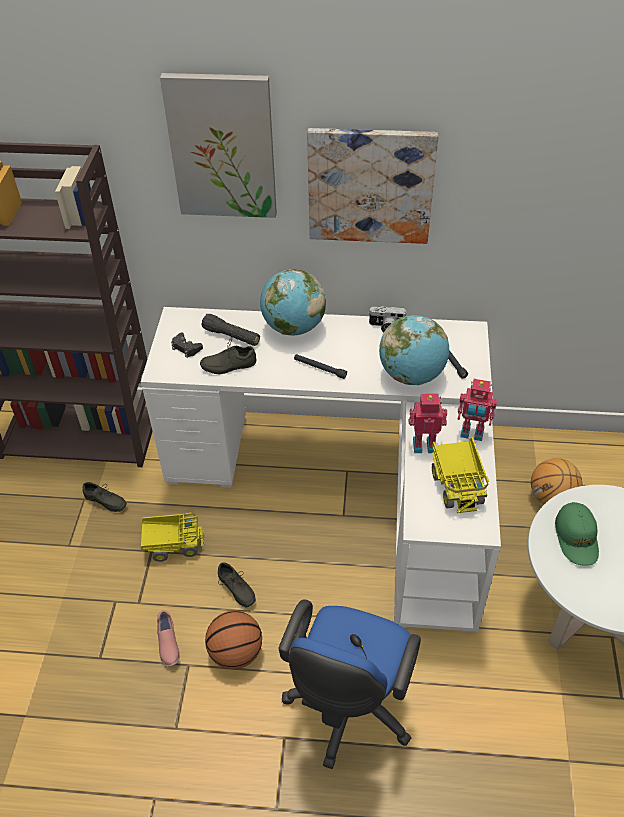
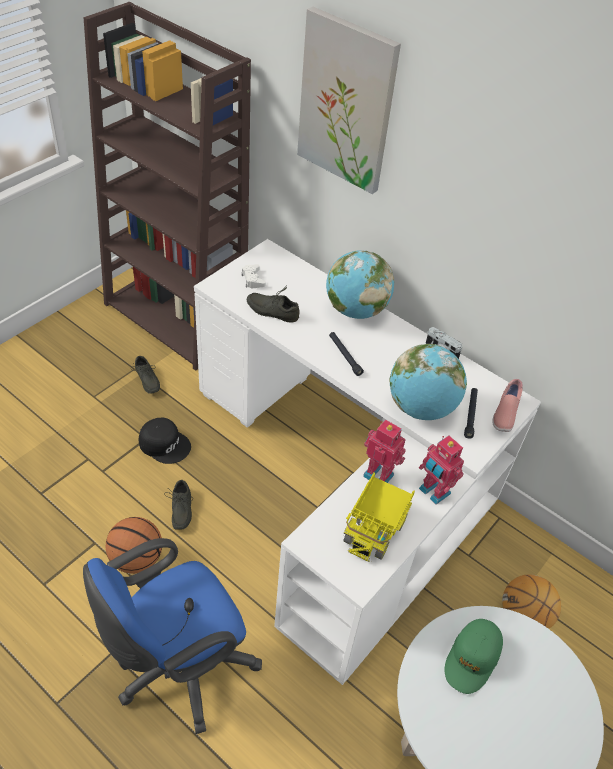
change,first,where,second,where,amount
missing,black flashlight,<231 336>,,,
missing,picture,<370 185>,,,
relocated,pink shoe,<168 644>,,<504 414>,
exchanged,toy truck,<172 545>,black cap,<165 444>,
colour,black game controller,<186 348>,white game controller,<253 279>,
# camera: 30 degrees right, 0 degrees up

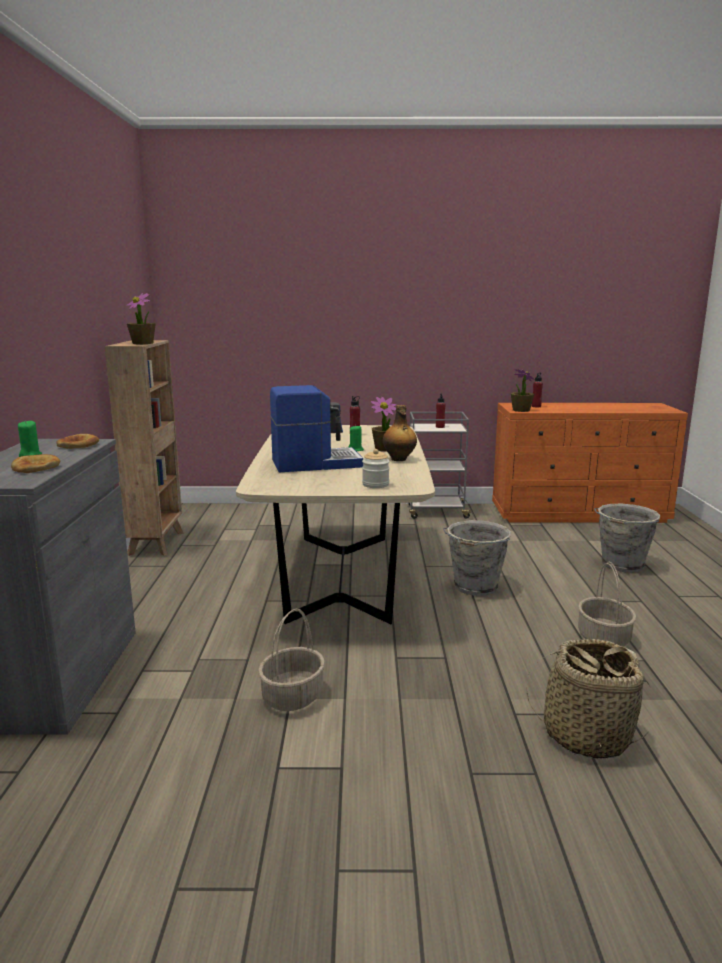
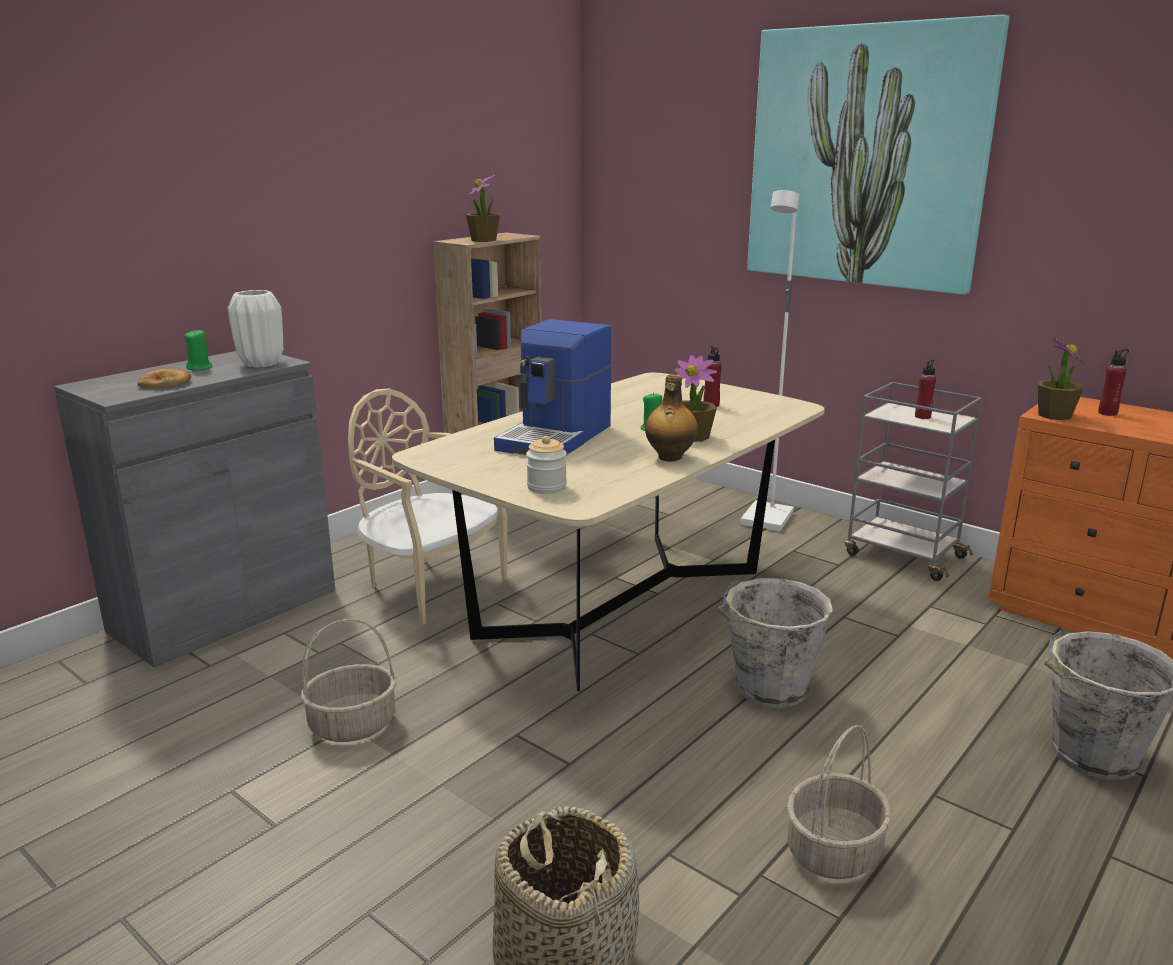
change,first,where,second,where,amount
appeared,,,beige chair,<430 585>,
appeared,,,white floor lamp,<768 519>,
appeared,,,picture,<866 157>,
exchanged,bread,<78 445>,white vase,<261 364>,
spun,coffee machine,<315 463>,,<557 438>,90 degrees clockwise
# camera: 40 degrees right, 5 degrees up

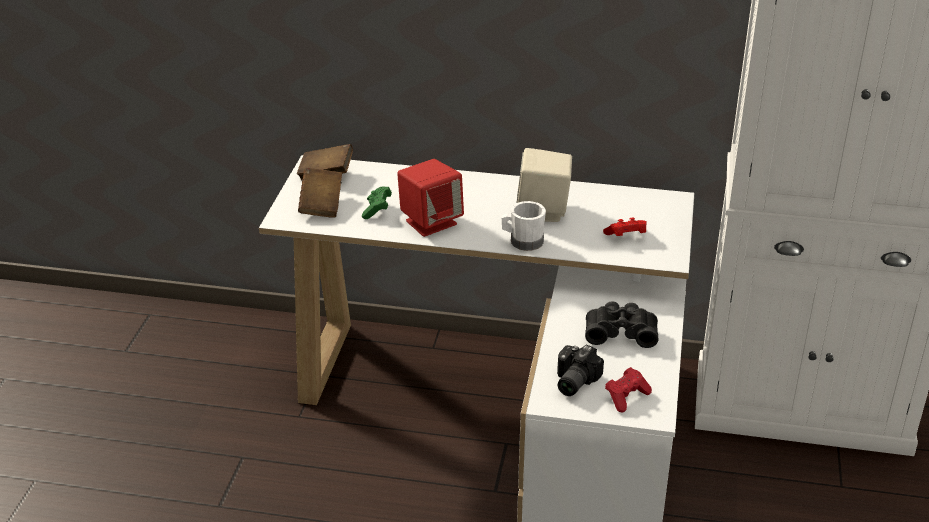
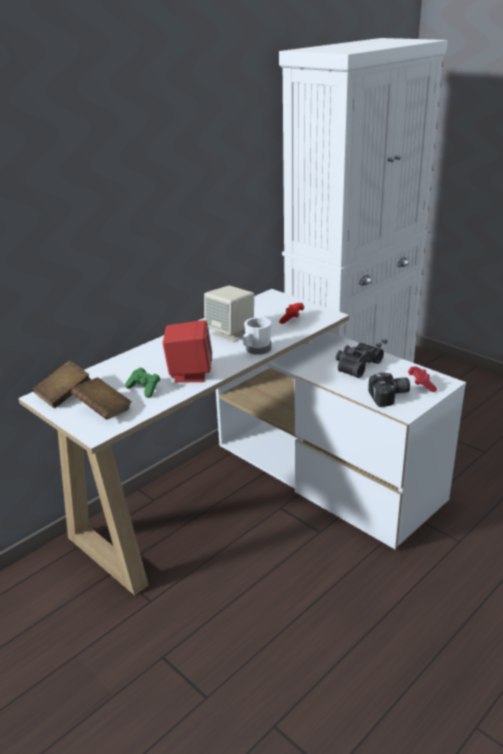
change,first,where,second,where,amount
spun,photo camera,<572 381>,,<390 397>,75 degrees counterclockwise
# camera: 55 degrees left, 5 degrees down

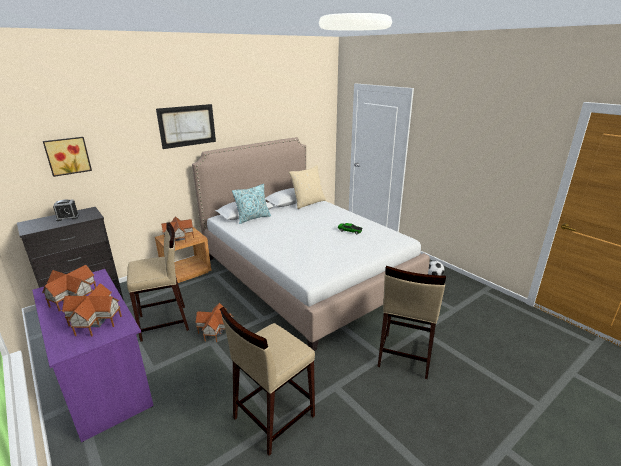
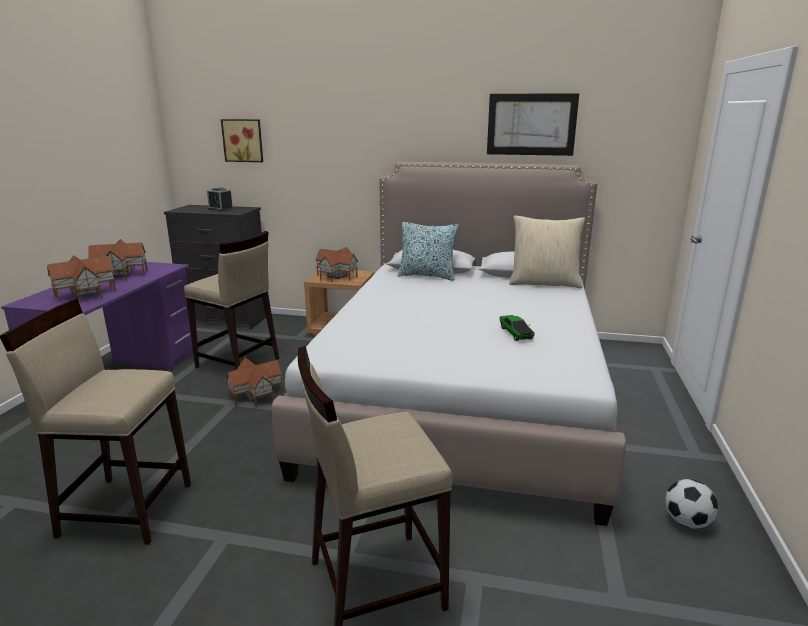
change,first,where,second,where,amount
relocated,picture,<187 126>,,<531 124>,
# camera: 50 degrees right, 5 degrees down

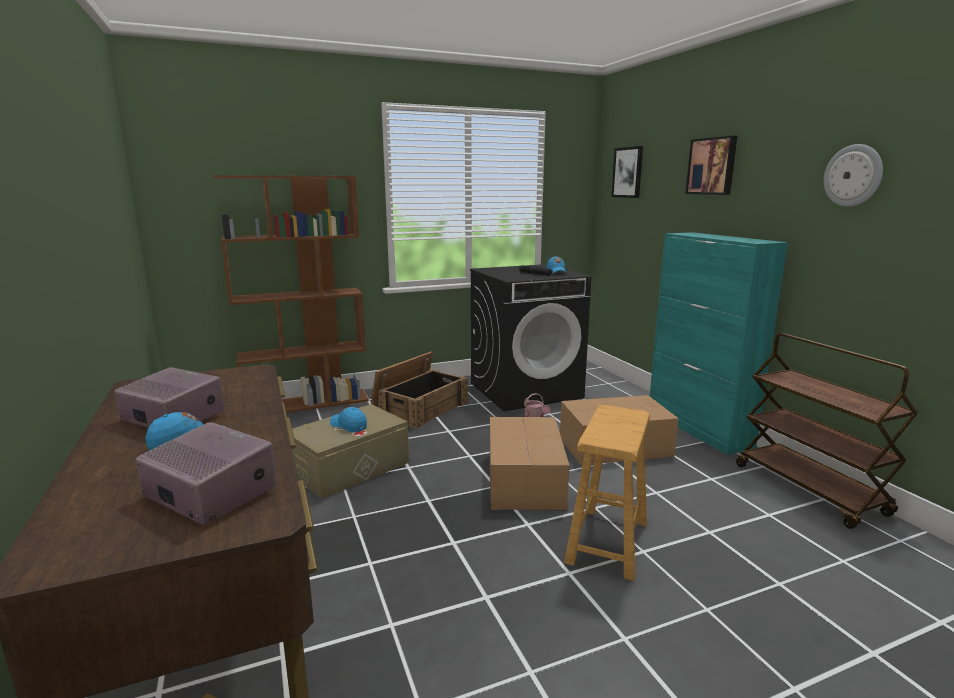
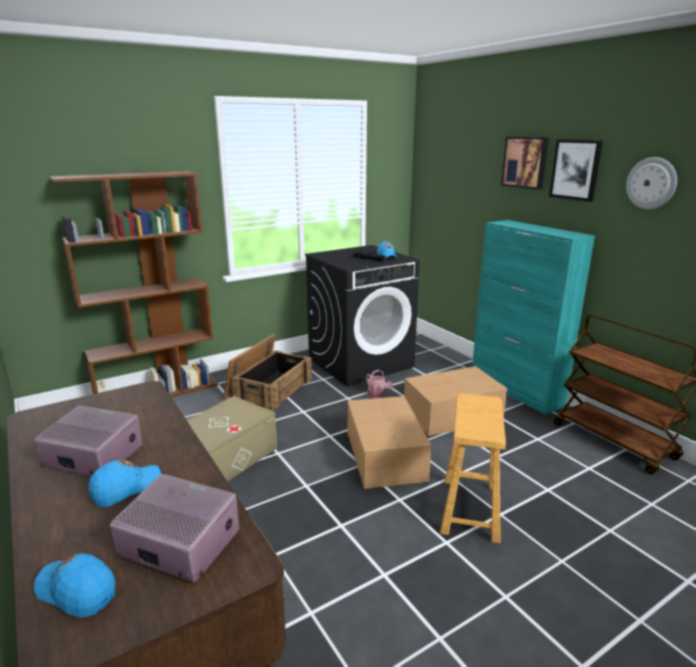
change,first,where,second,where,amount
relocated,blue cap,<349 425>,,<77 591>,
relocated,picture,<628 172>,,<575 169>,
# camera: 10 degrees left, 5 degrees up

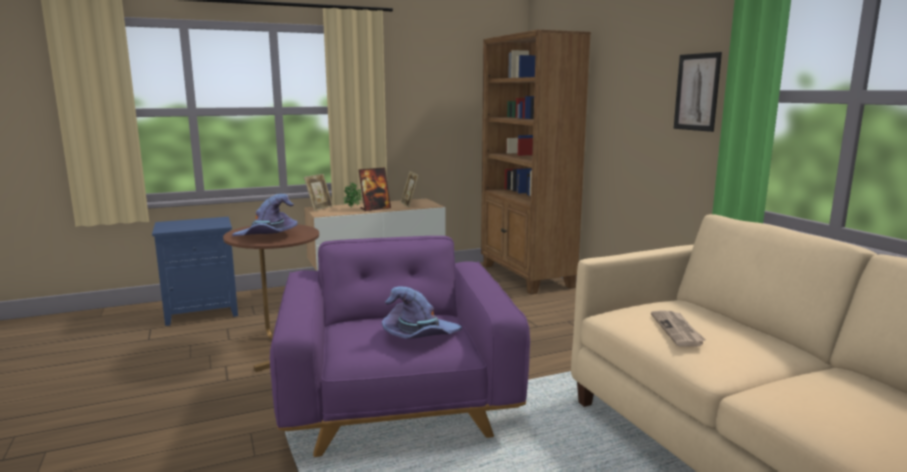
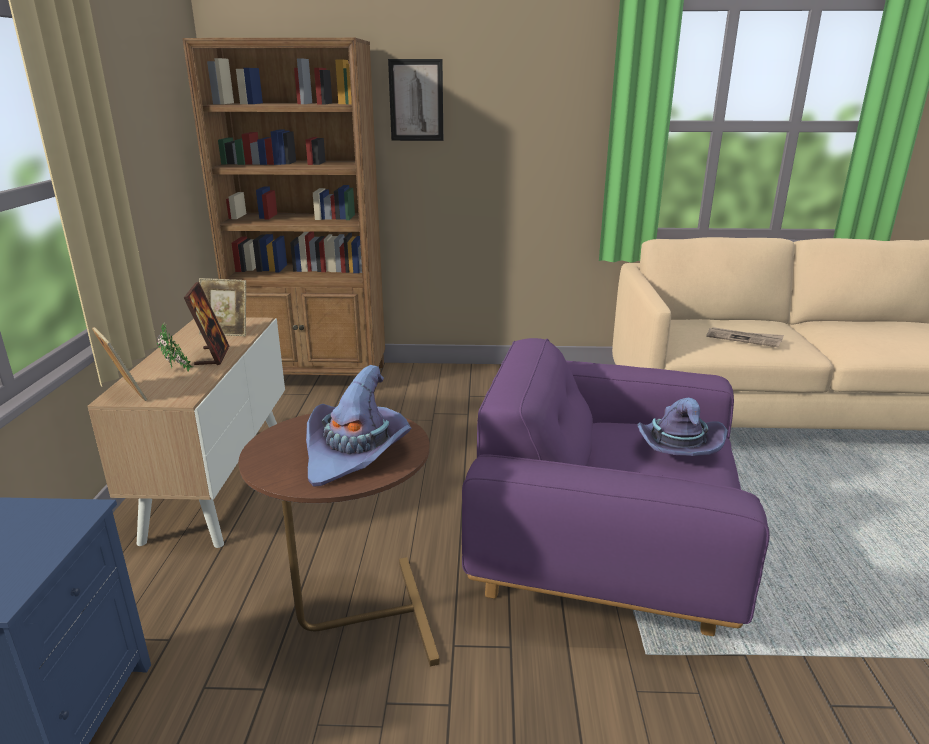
change,first,where,second,where,amount
relocated,picture,<697 92>,,<416 100>,
# camera: 65 degrees left, 10 degrees up

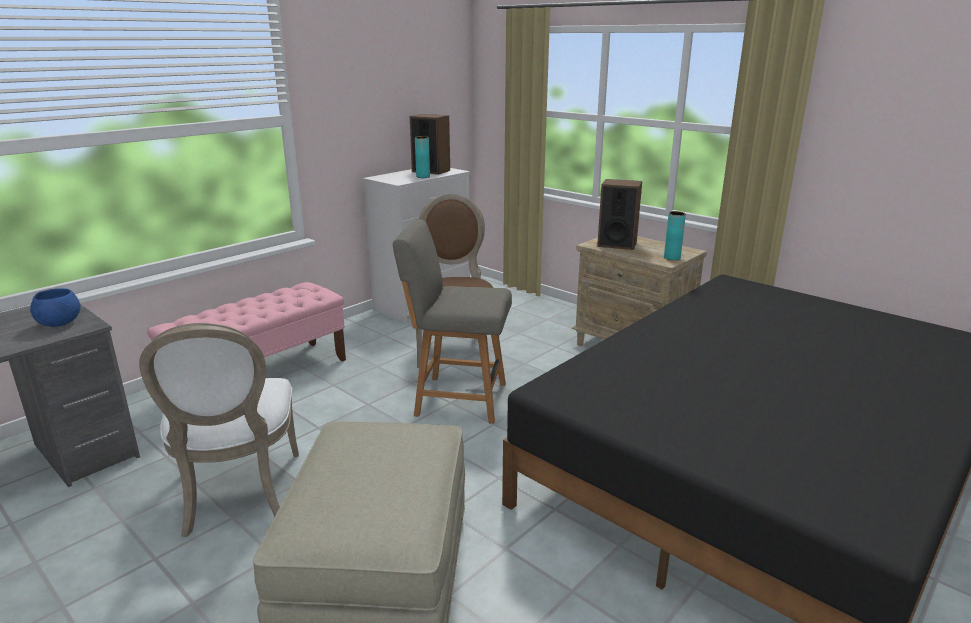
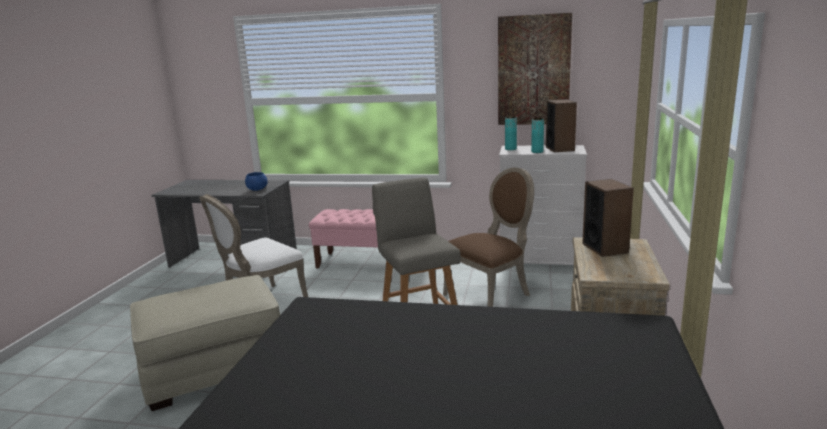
change,first,where,second,where,amount
appeared,,,picture,<533 70>,
relocated,turquoise vase,<672 258>,,<510 149>,
# camera: 60 degrees right, 5 degrees down

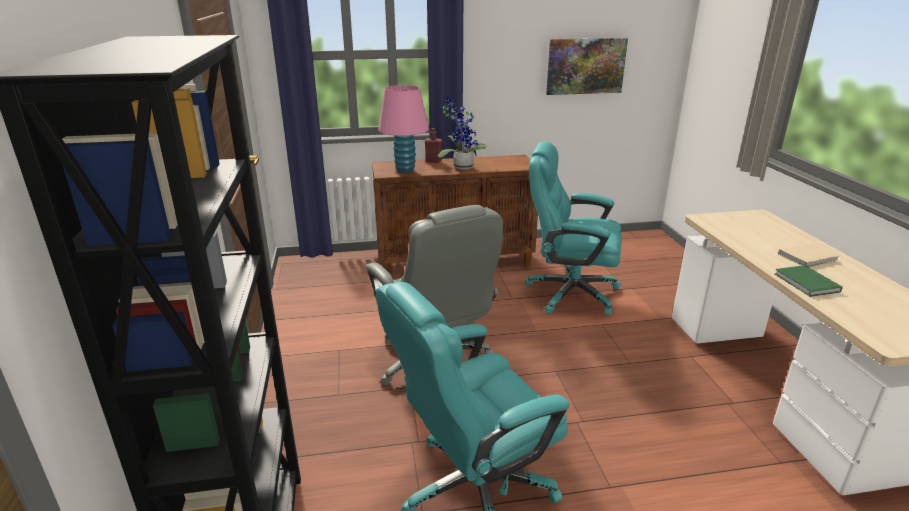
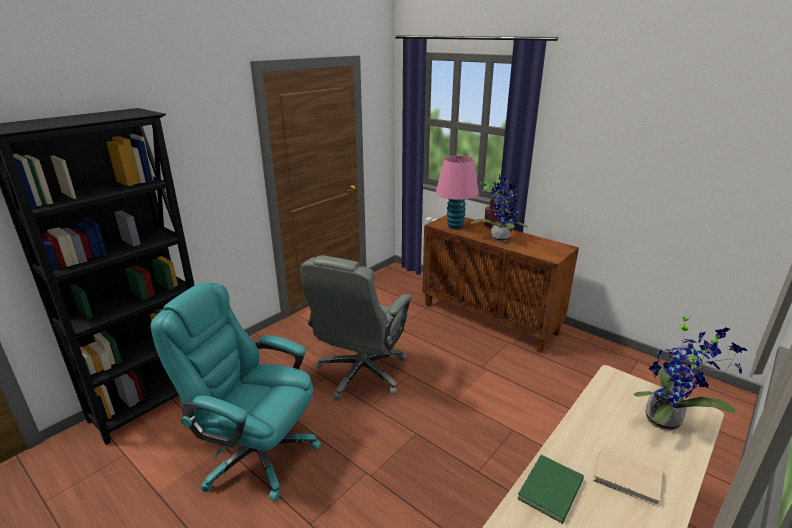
change,first,where,second,where,amount
missing,turquoise office chair,<570 293>,,,
missing,picture,<585 66>,,,
appeared,,,potted plant,<667 421>,
# camera: 50 degrees right, 0 degrees up

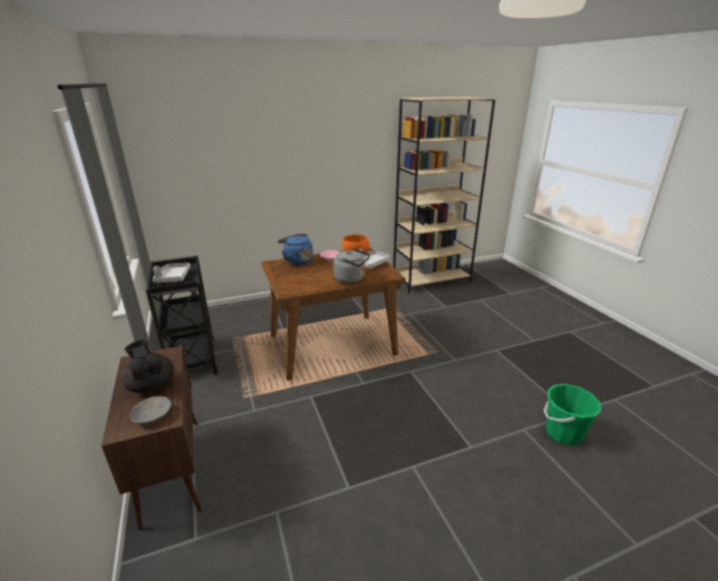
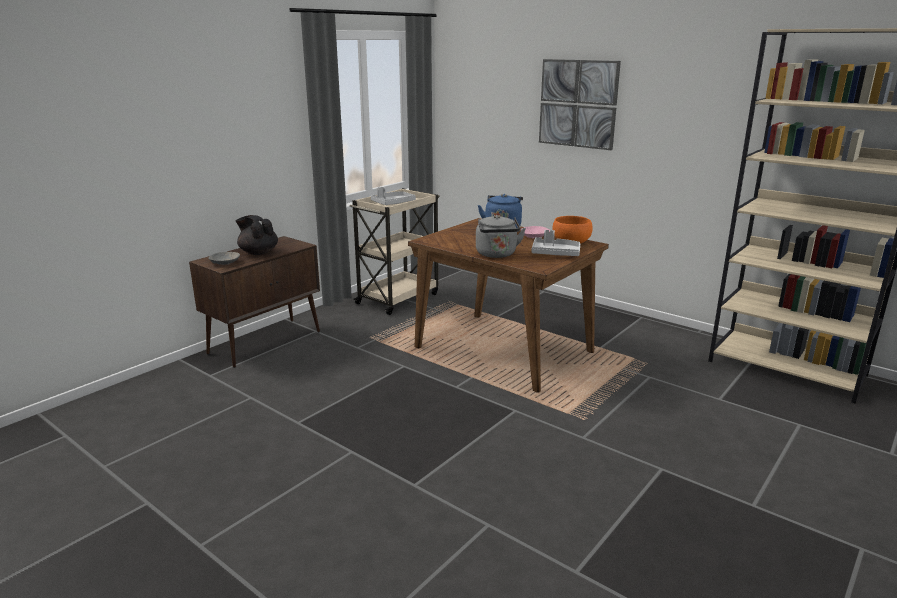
change,first,where,second,where,amount
missing,green bucket,<563 433>,,,
appeared,,,picture,<578 103>,
colour,black cart,<193 358>,beige cart,<398 298>,
spun,black teapot,<151 385>,,<258 252>,75 degrees counterclockwise
# camera: 60 degrees right, 5 degrees down

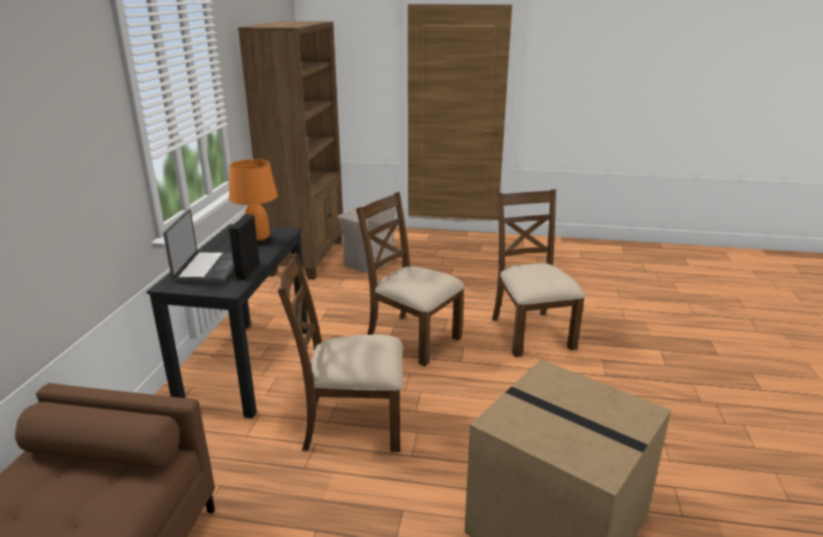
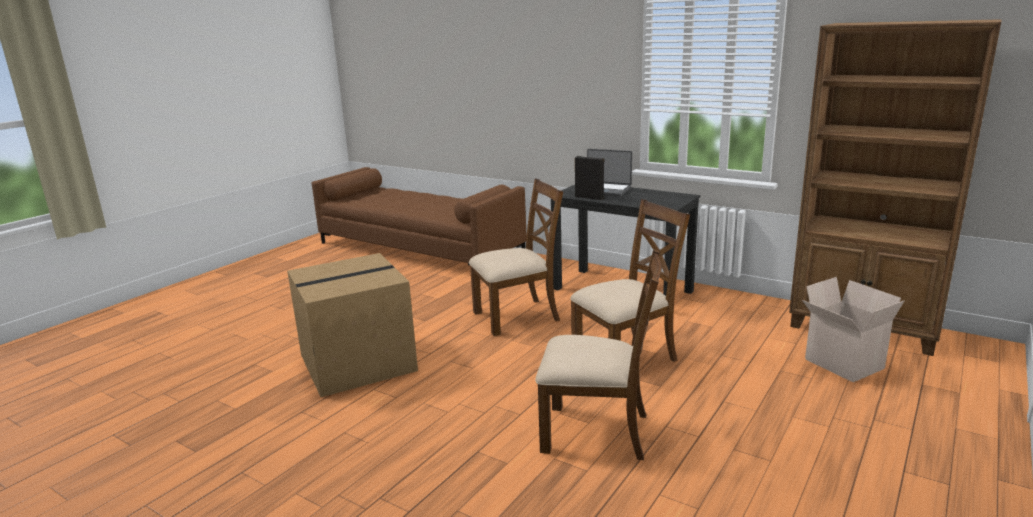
change,first,where,second,where,amount
missing,orange table lamp,<259 240>,,,
spun,brown chair,<351 424>,,<517 316>,45 degrees clockwise
# camera: 115 degrees right, 5 degrees down

